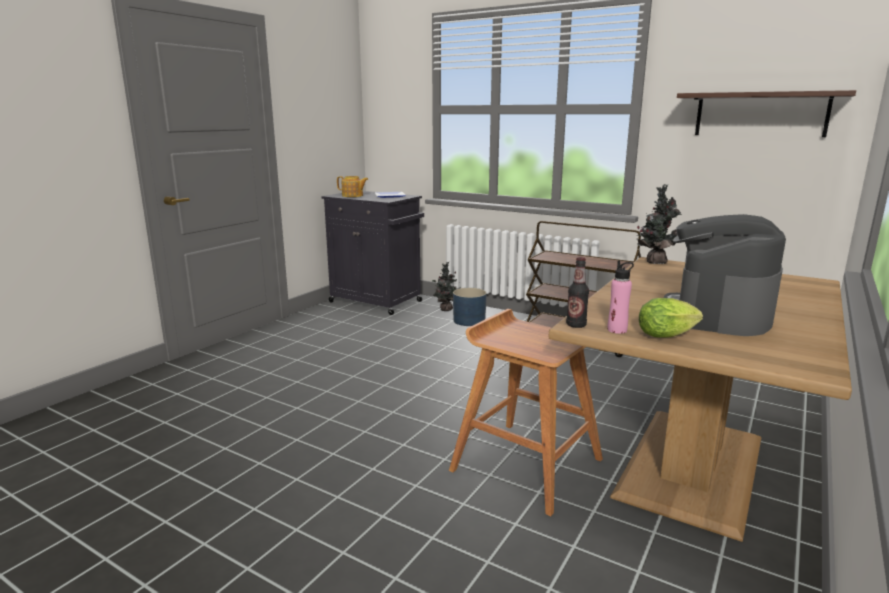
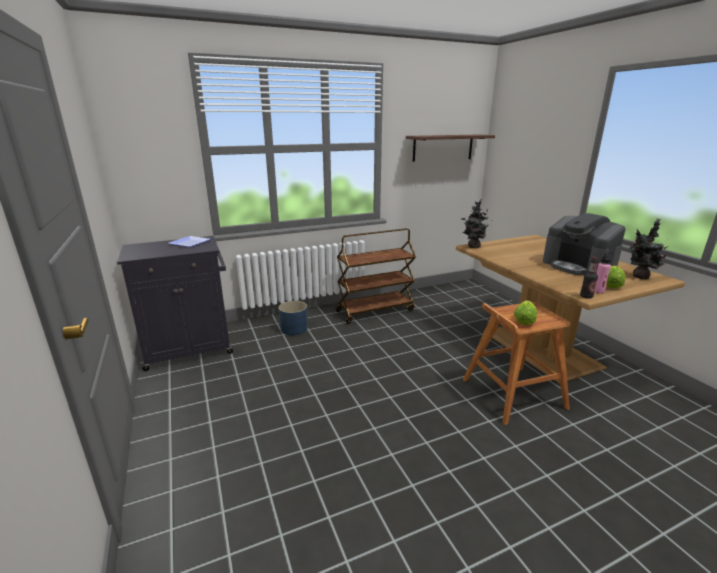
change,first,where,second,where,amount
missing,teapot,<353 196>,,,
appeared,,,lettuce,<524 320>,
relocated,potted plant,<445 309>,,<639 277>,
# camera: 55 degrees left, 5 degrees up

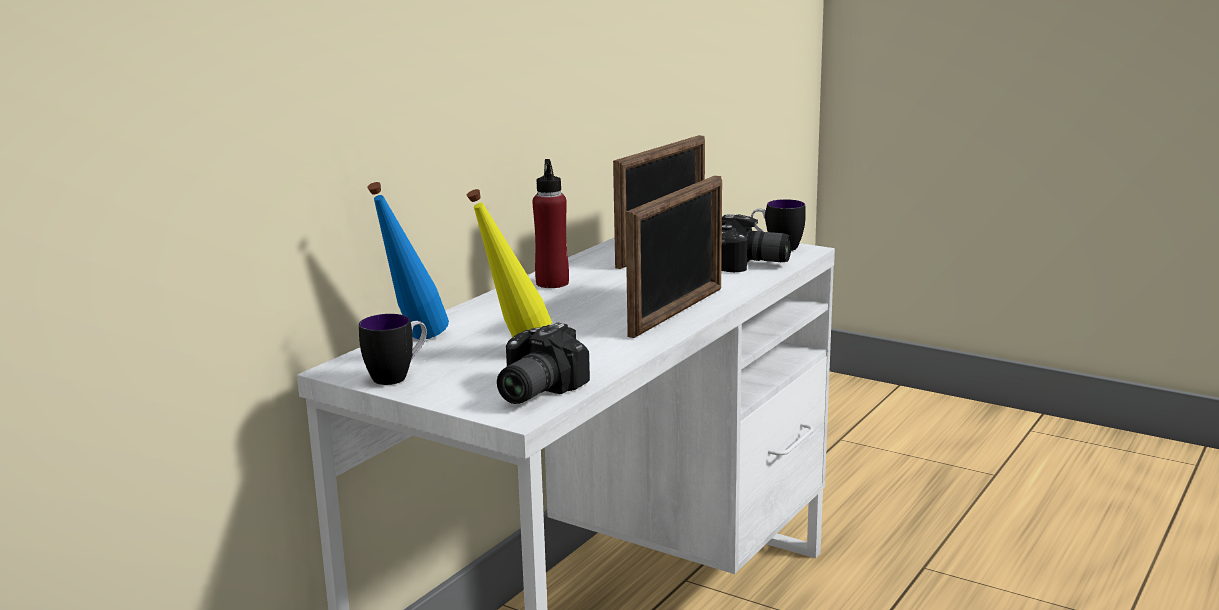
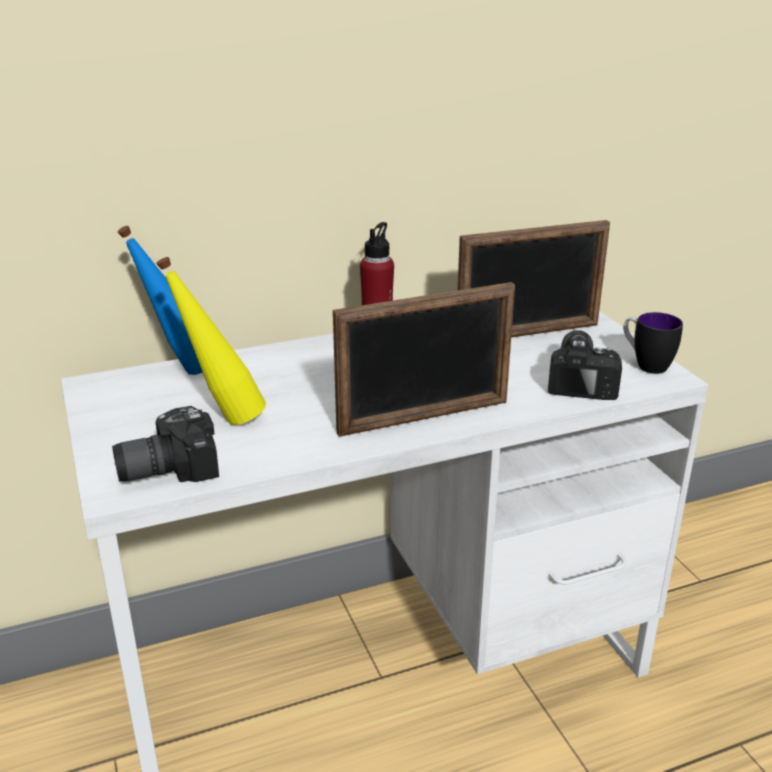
change,first,where,second,where,amount
missing,mug,<398 376>,,,
spun,photo camera,<750 265>,,<583 379>,135 degrees counterclockwise
# camera: 35 degrees right, 10 degrees up

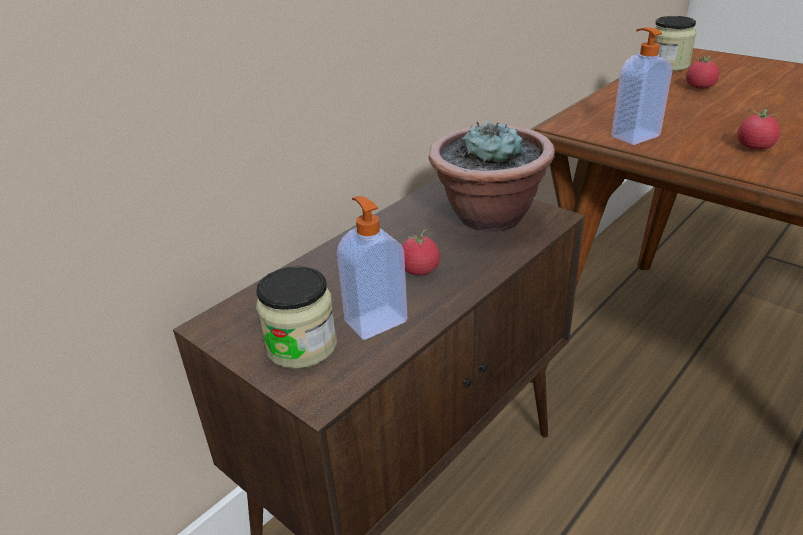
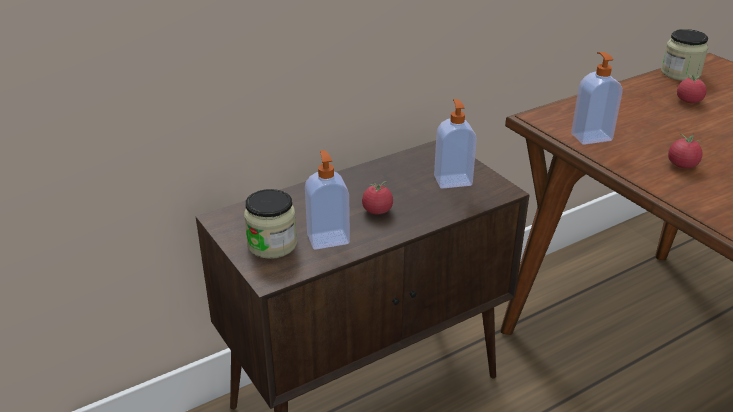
change,first,where,second,where,amount
exchanged,potted plant,<488 217>,soap dispenser,<452 180>,
# camera: 15 degrees right, 0 degrees up

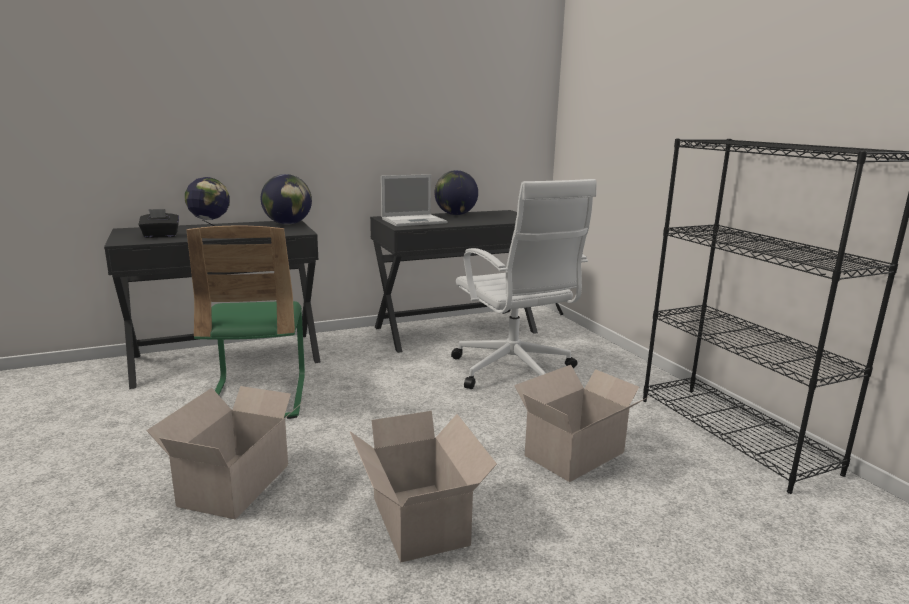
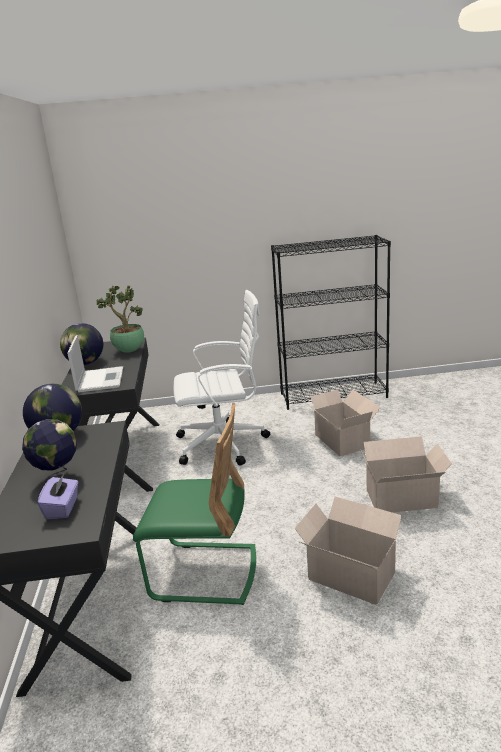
change,first,where,second,where,amount
appeared,,,potted plant,<128 351>,
colour,black tissue box,<160 236>,purple tissue box,<63 508>,
# camera: 70 degrees left, 5 degrees up

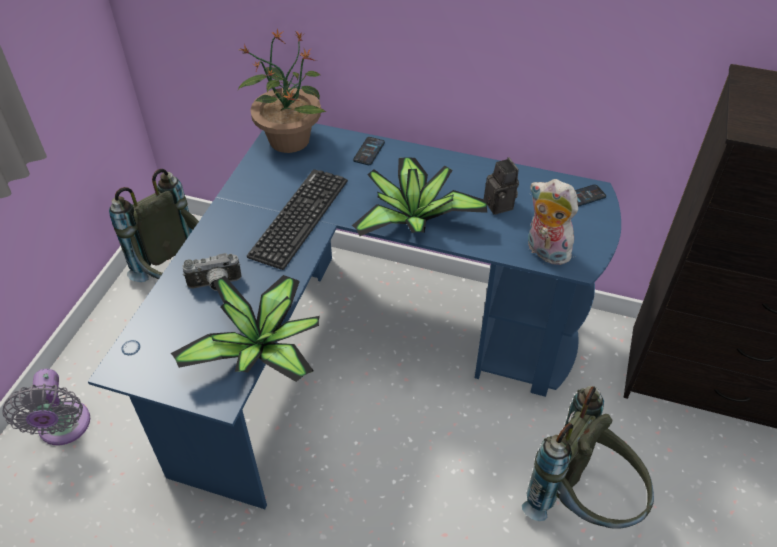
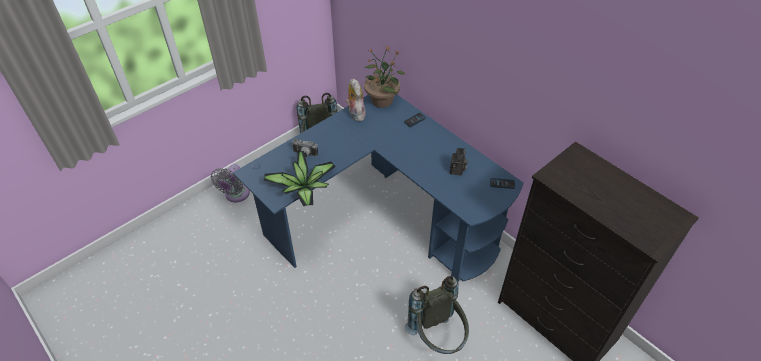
change,first,where,second,where,amount
missing,keyboard,<299 218>,,,
missing,potted plant,<414 217>,,,
relocated,plush toy,<544 251>,,<355 114>,
# camera: 30 degrees right, 0 degrees up

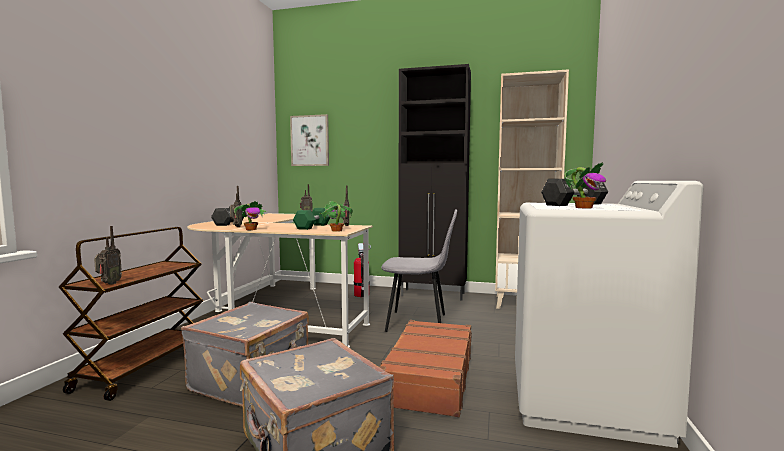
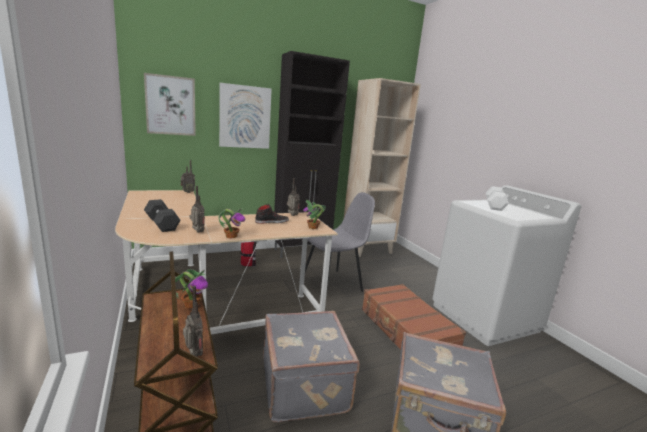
change,first,where,second,where,amount
appeared,,,picture,<245 117>,
relocated,potted plant,<583 207>,,<191 304>,
exchanged,green dumbbell,<312 227>,black shoe,<271 221>,
colour,black dumbbell,<574 204>,white dumbbell,<494 205>,
# camera: 40 degrees left, 10 degrees up

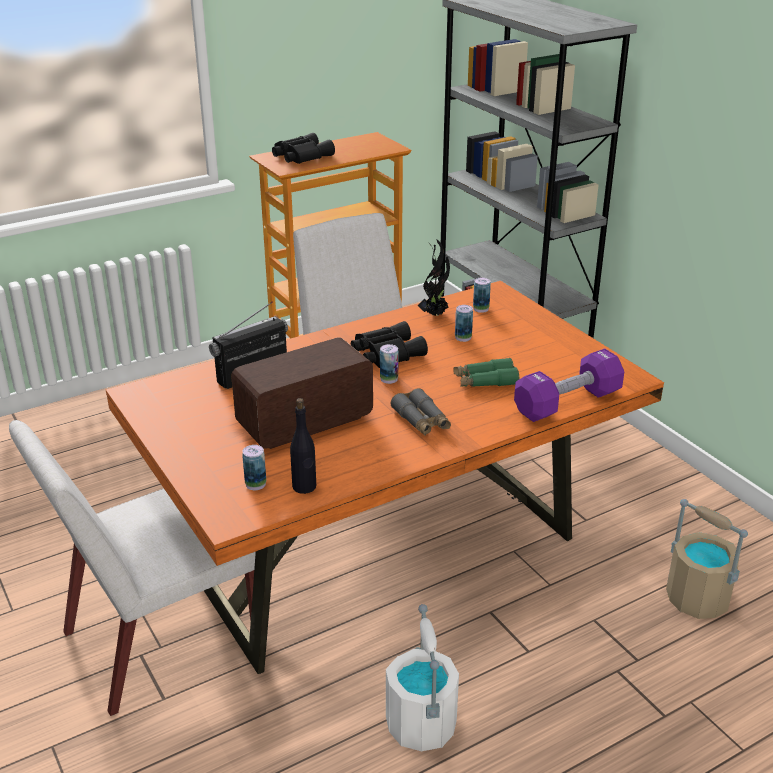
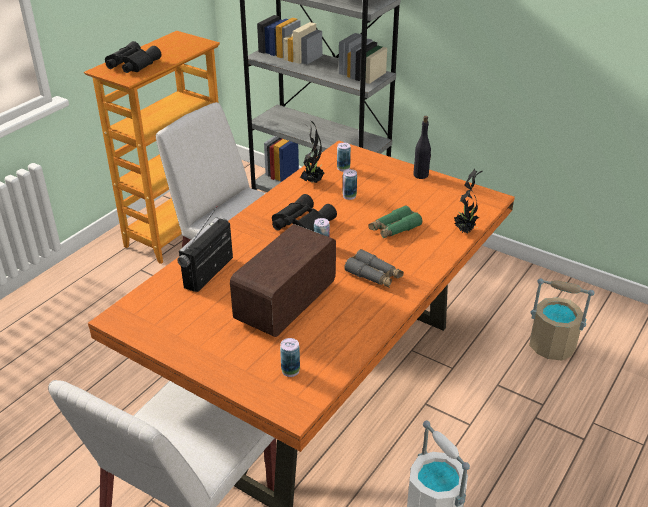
change,first,where,second,where,amount
relocated,black bottle,<304 487>,,<421 175>,
exchanged,purple dumbbell,<567 403>,potted plant,<465 231>,
# camera: 25 degrees left, 5 degrees up

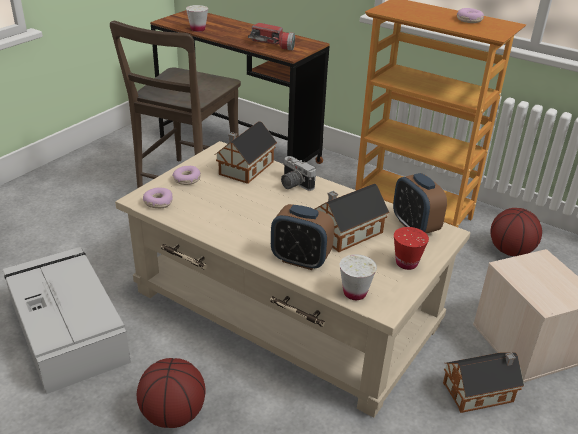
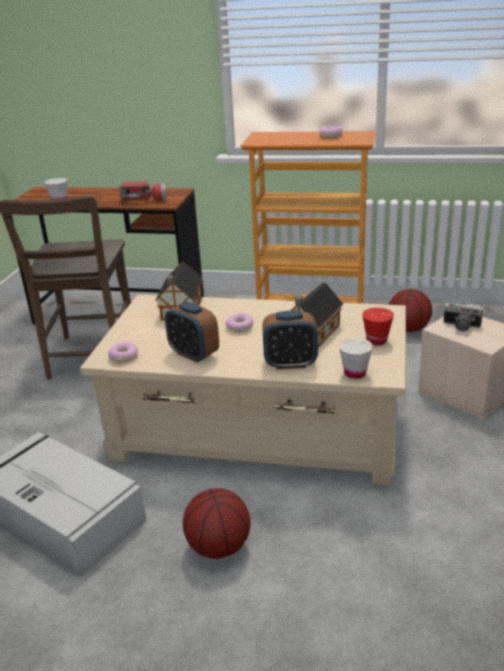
change,first,where,second,where,amount
missing,toy house,<481 392>,,,
relocated,donut,<187 179>,,<240 327>,
relocated,photo camera,<293 184>,,<460 326>,
relocated,alarm clock,<415 226>,,<194 354>,
# camera: 20 degrees left, 5 degrees down

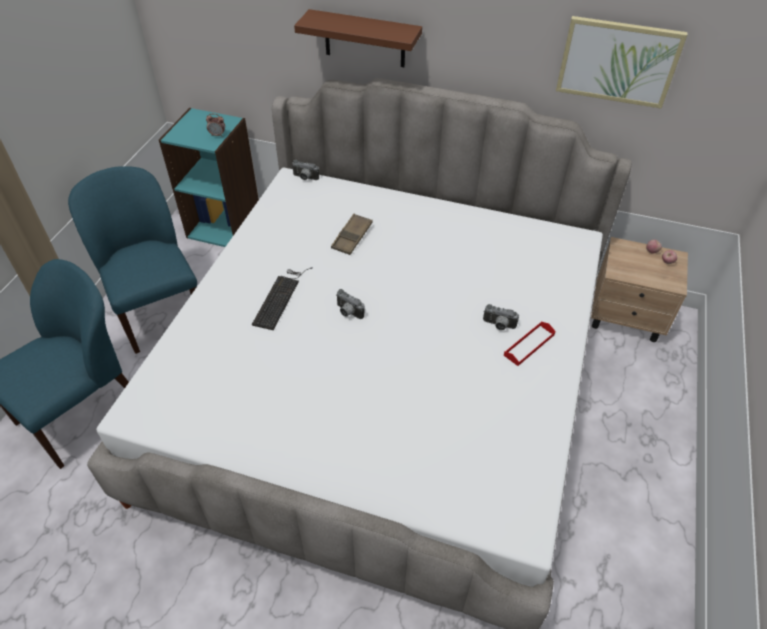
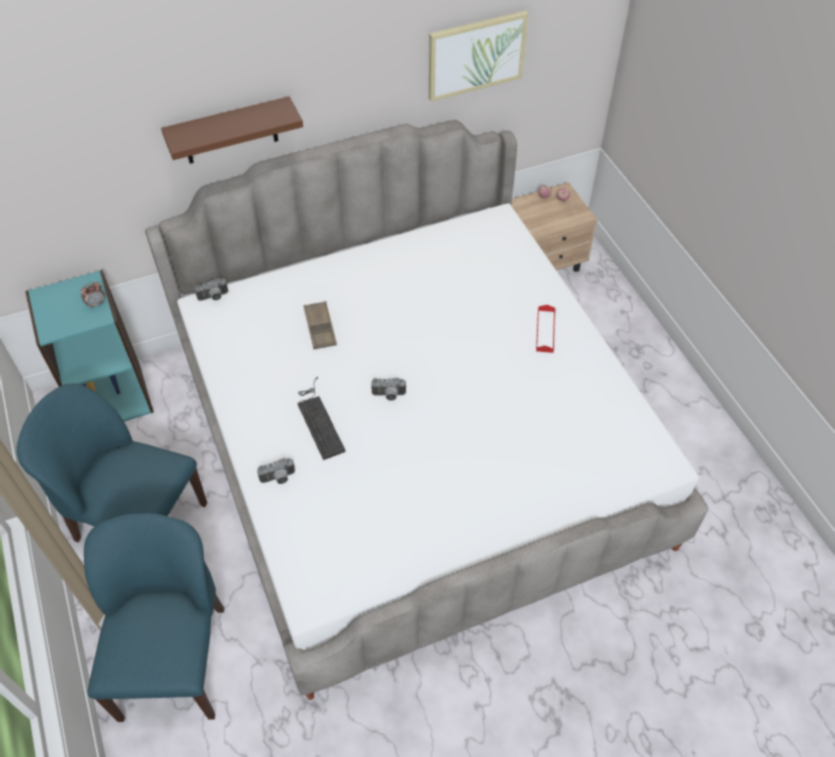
change,first,where,second,where,amount
relocated,photo camera,<498 325>,,<278 479>,
# camera: 40 degrees left, 5 degrees up

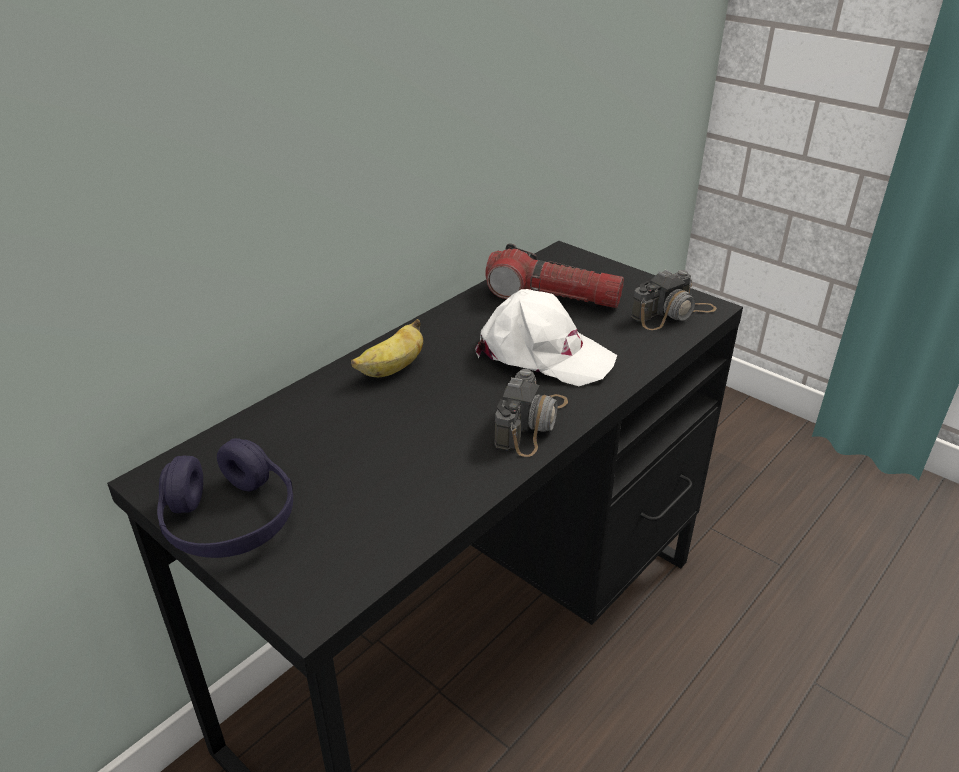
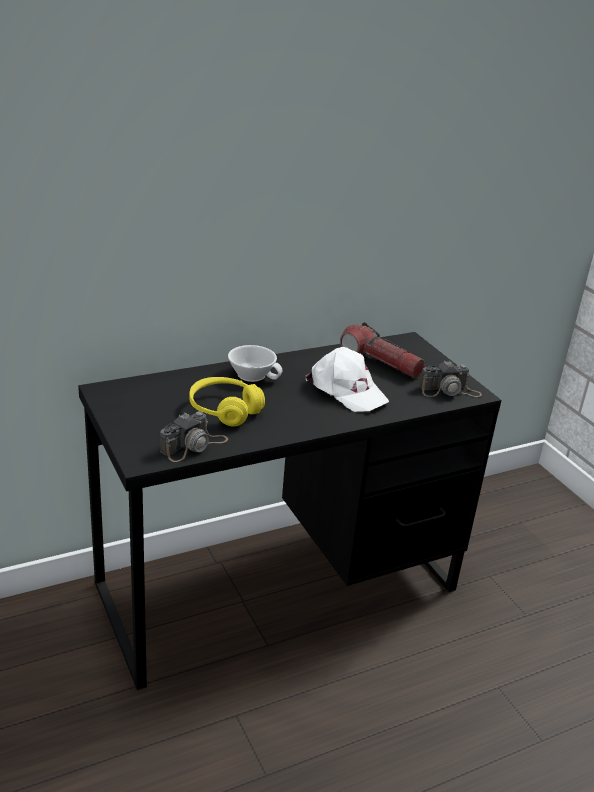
change,first,where,second,where,amount
missing,purple headphones,<230 520>,,,
appeared,,,yellow headphones,<224 410>,
relocated,photo camera,<532 422>,,<194 445>,
exchanged,banana,<392 369>,white cup,<253 374>,
# camera: 20 degrees right, 5 degrees down

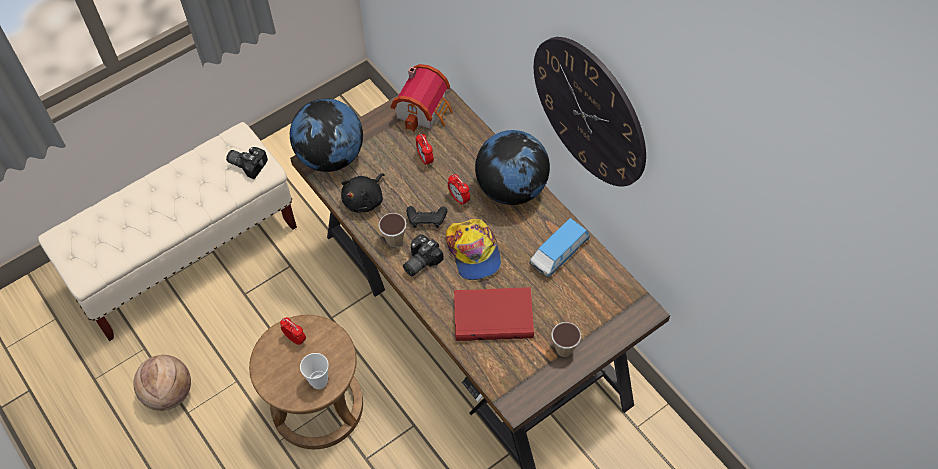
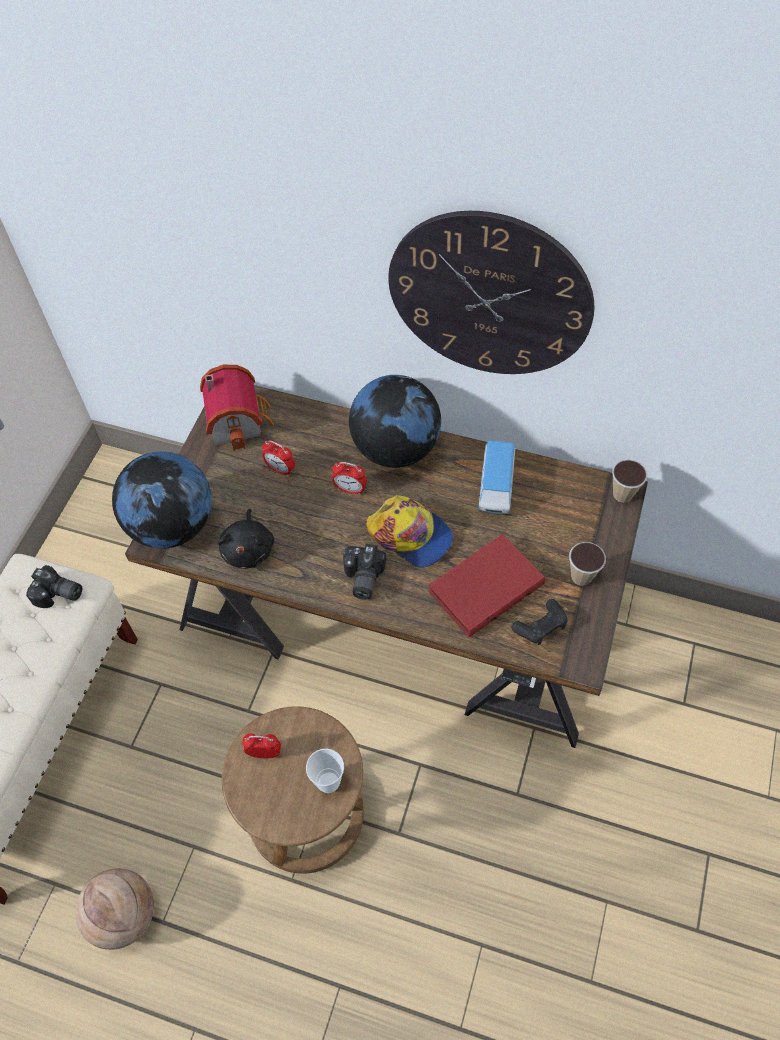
change,first,where,second,where,amount
relocated,cup,<394 240>,,<622 494>,
relocated,black game controller,<426 219>,,<540 626>,
spun,photo camera,<248 163>,,<58 595>,150 degrees counterclockwise
# camera: 35 degrees left, 0 degrees up

